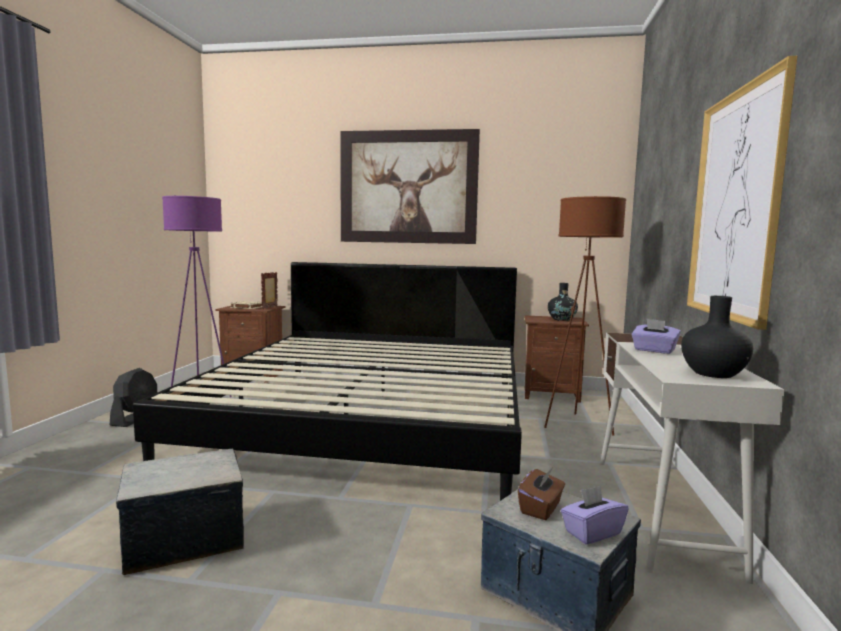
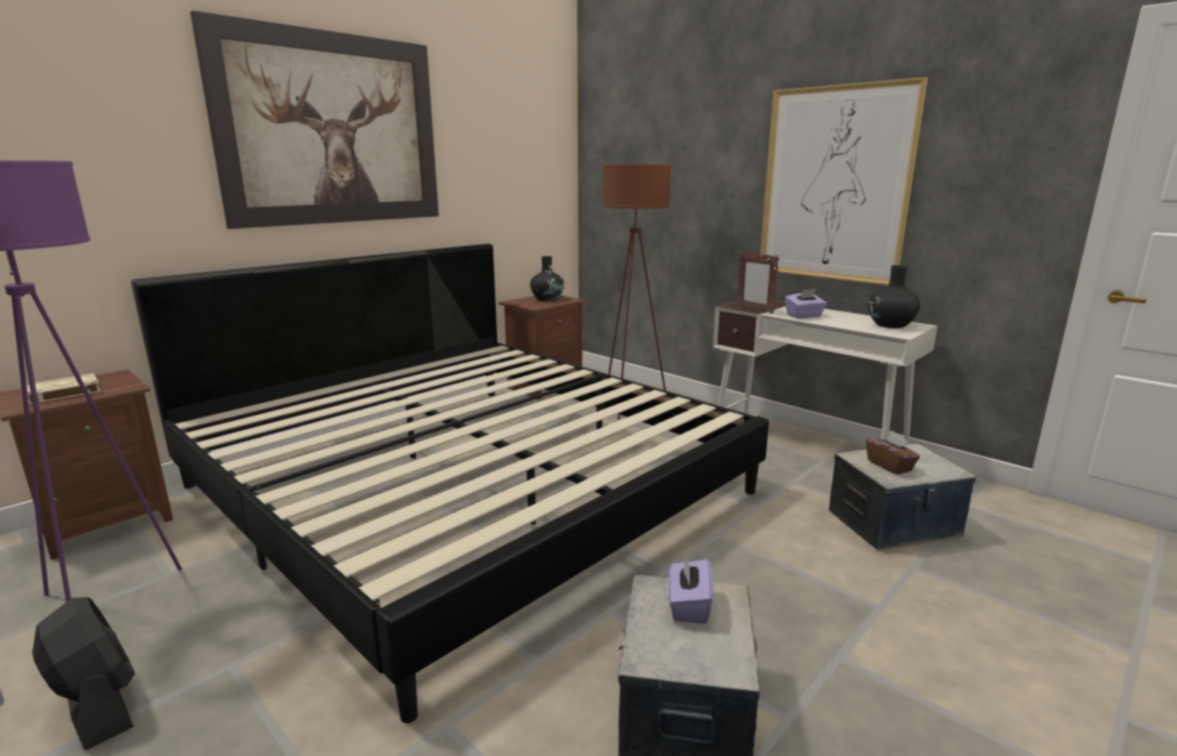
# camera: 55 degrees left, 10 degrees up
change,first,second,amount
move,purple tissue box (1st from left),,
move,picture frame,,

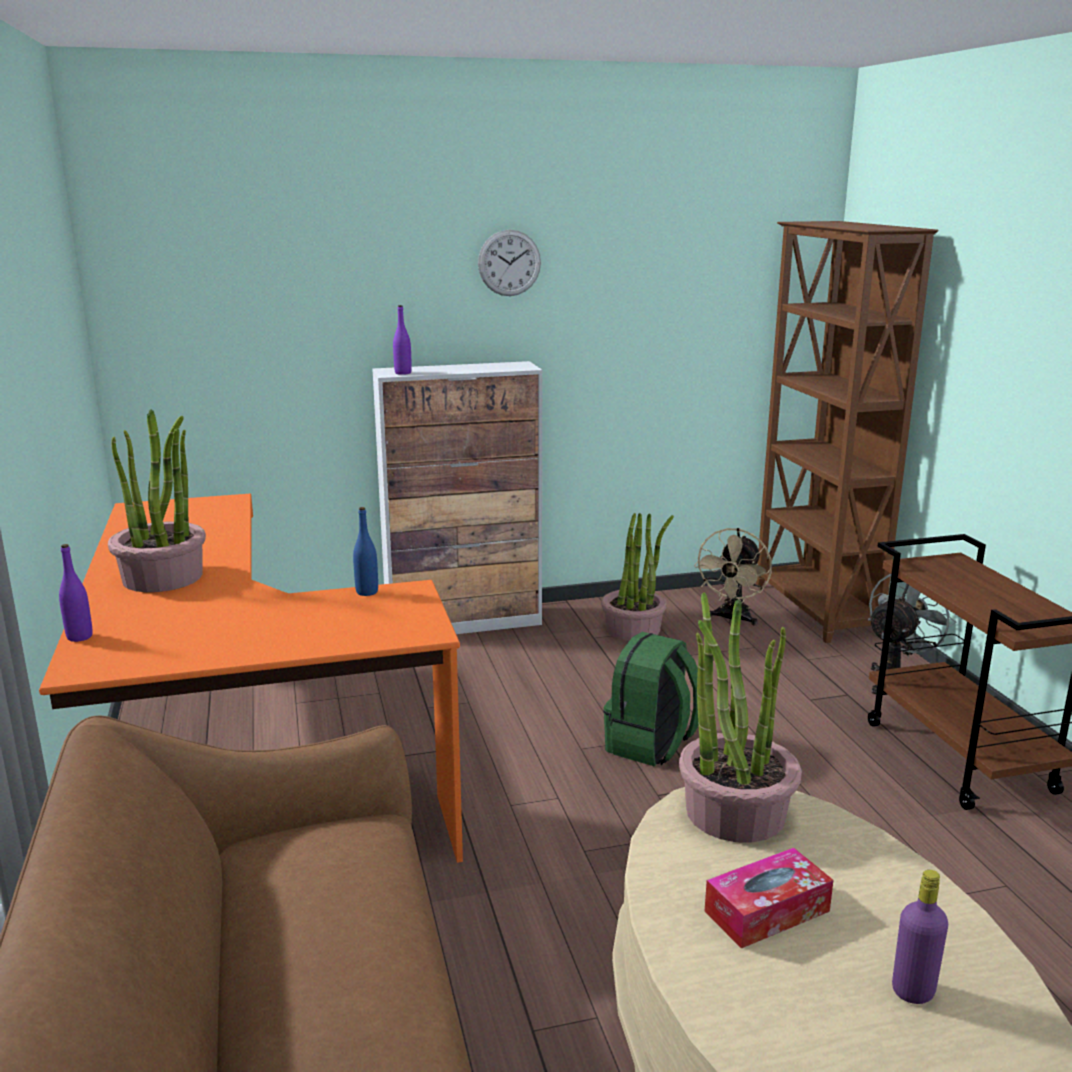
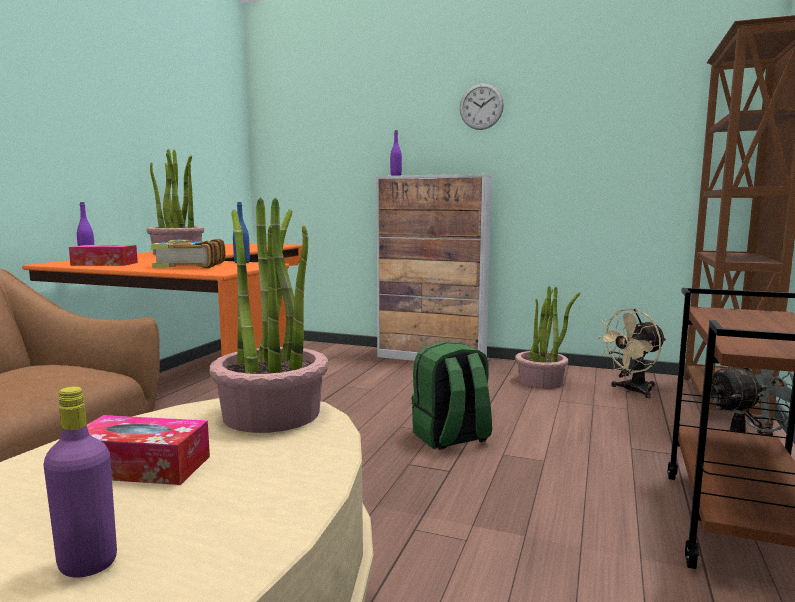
# camera: 35 degrees right, 10 degrees down
change,first,second,amount
insert,,tissue box (1st from left),
insert,,book,

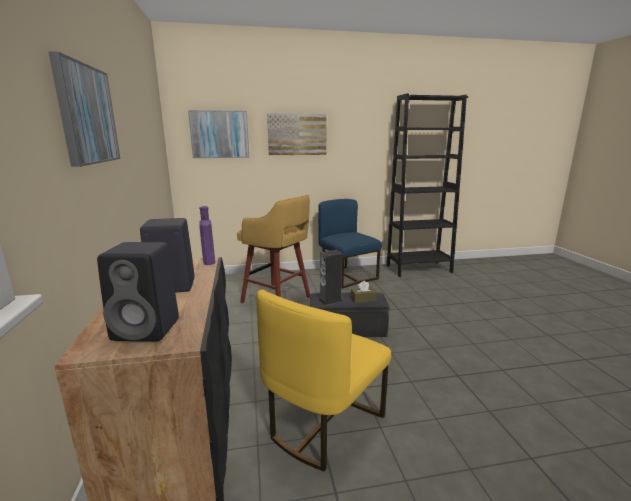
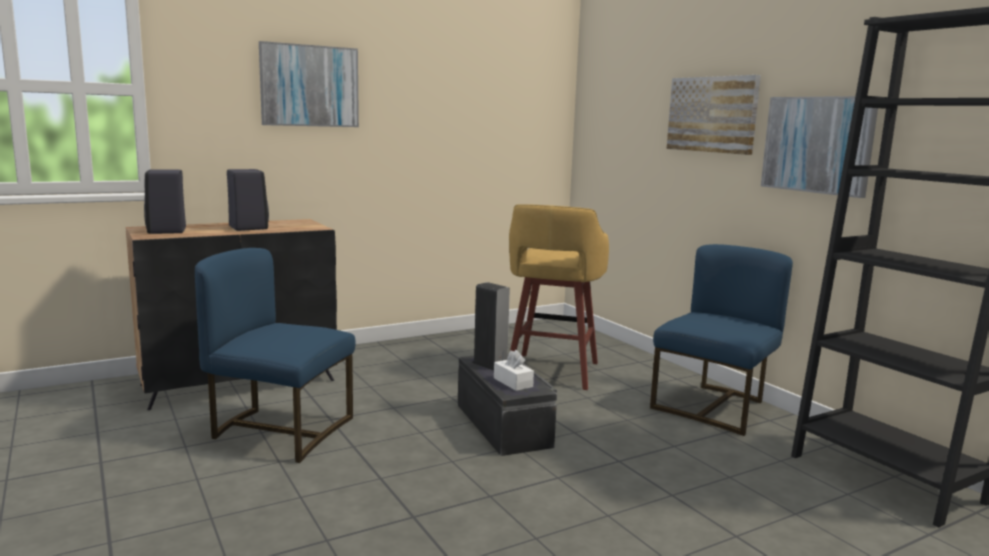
# camera: 70 degrees right, 5 degrees down
change,first,second,amount
recolor,yellow chair,blue chair (1st from left),
recolor,brown tissue box,white tissue box,
move,picture (2nd from left in the first image),picture (3rd from left),
delete,purple bottle,,

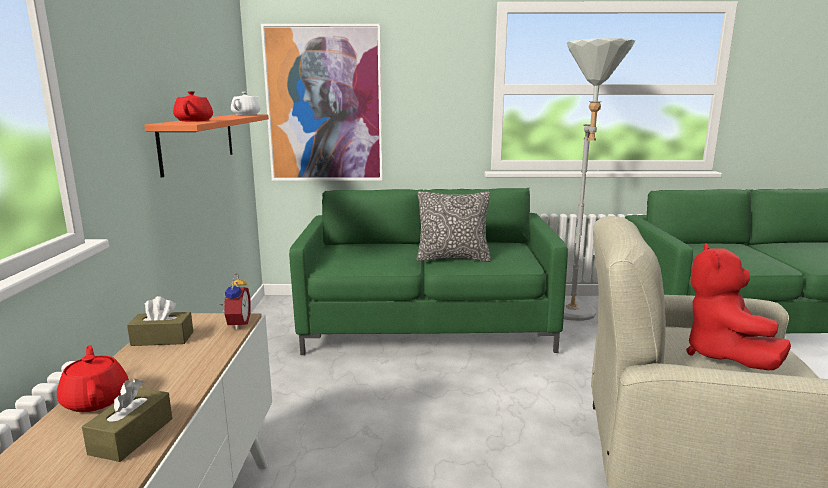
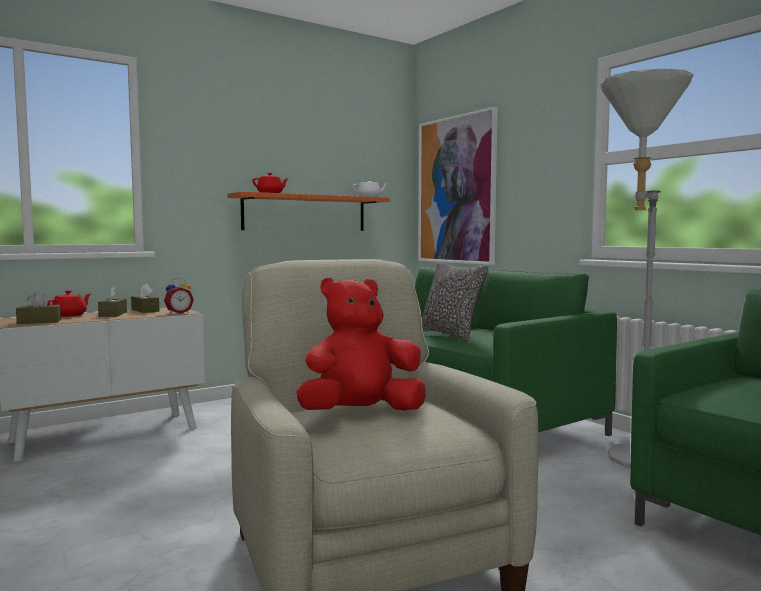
# camera: 55 degrees right, 10 degrees down
change,first,second,amount
insert,,brown tissue box (2nd from left),

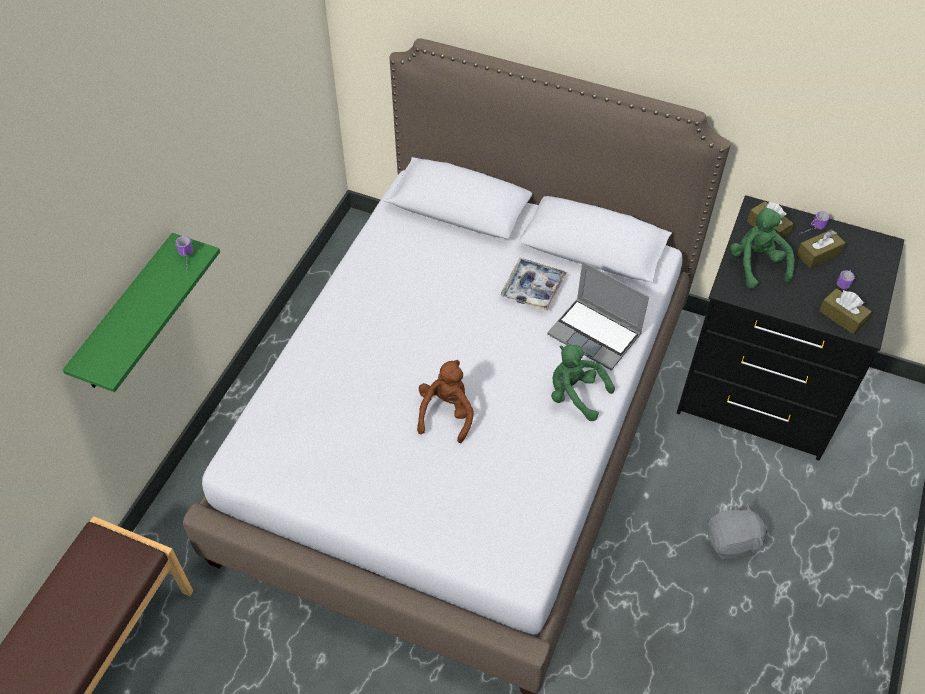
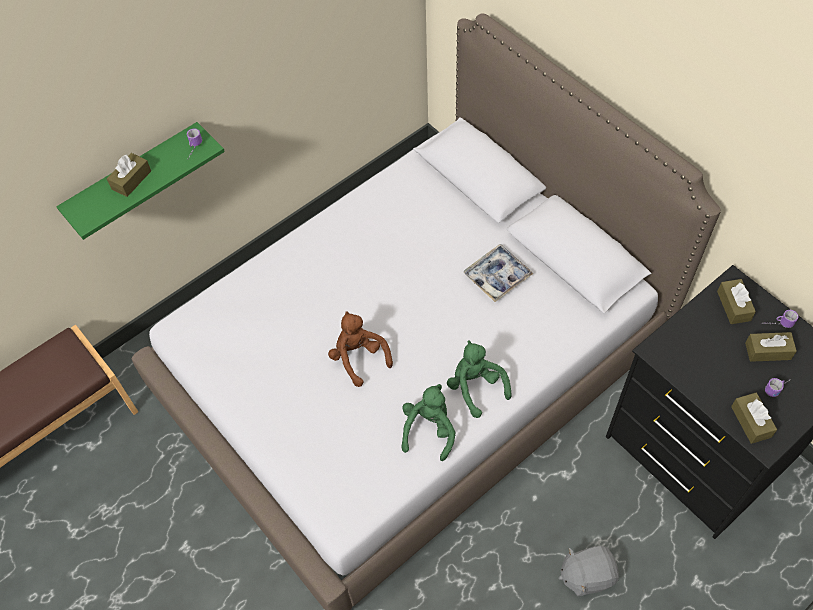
# camera: 30 degrees right, 5 degrees up
change,first,second,amount
insert,,brown tissue box (1st from left),
rotate,brown plush toy,,75 degrees counterclockwise
move,green plush toy (2nd from left in the first image),green plush toy (1st from left),
rotate,grey plush toy,,150 degrees clockwise
delete,laptop,,

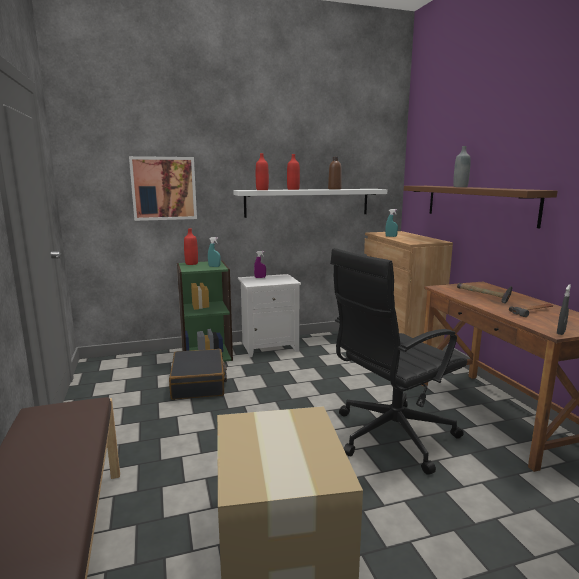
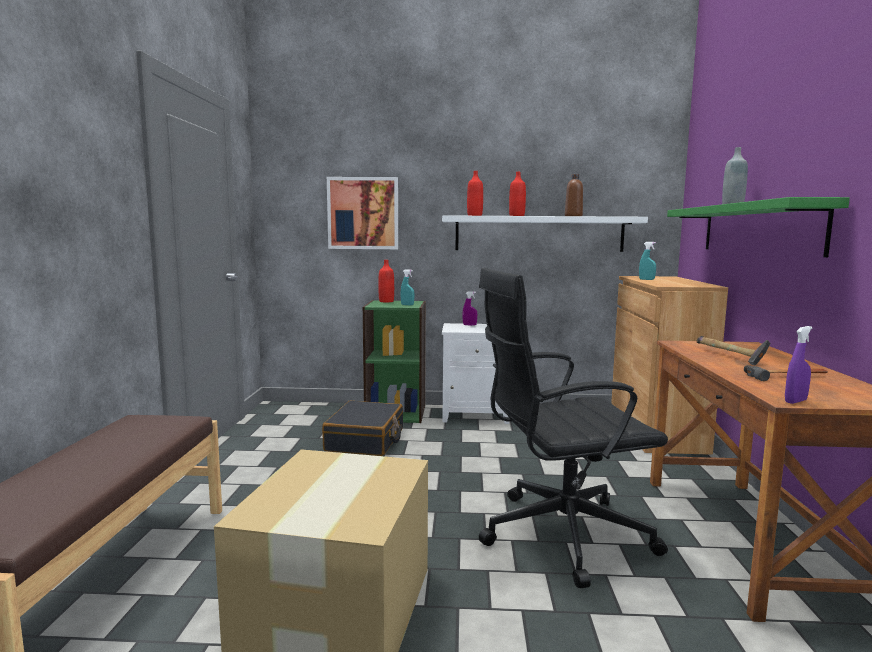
# camera: 20 degrees right, 5 degrees down
change,first,second,amount
recolor,brown shelf,green shelf,
recolor,grey spray bottle,purple spray bottle (2nd from left),

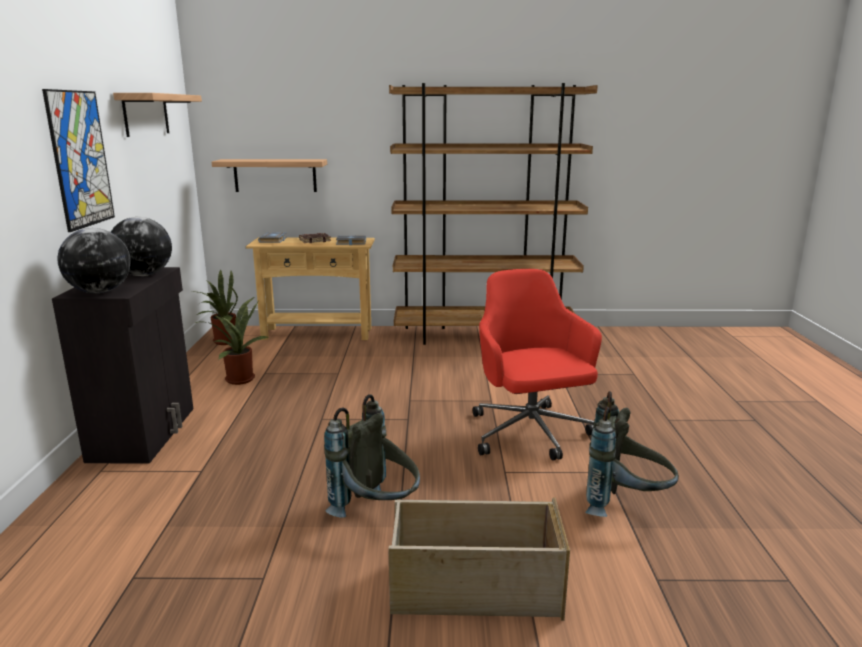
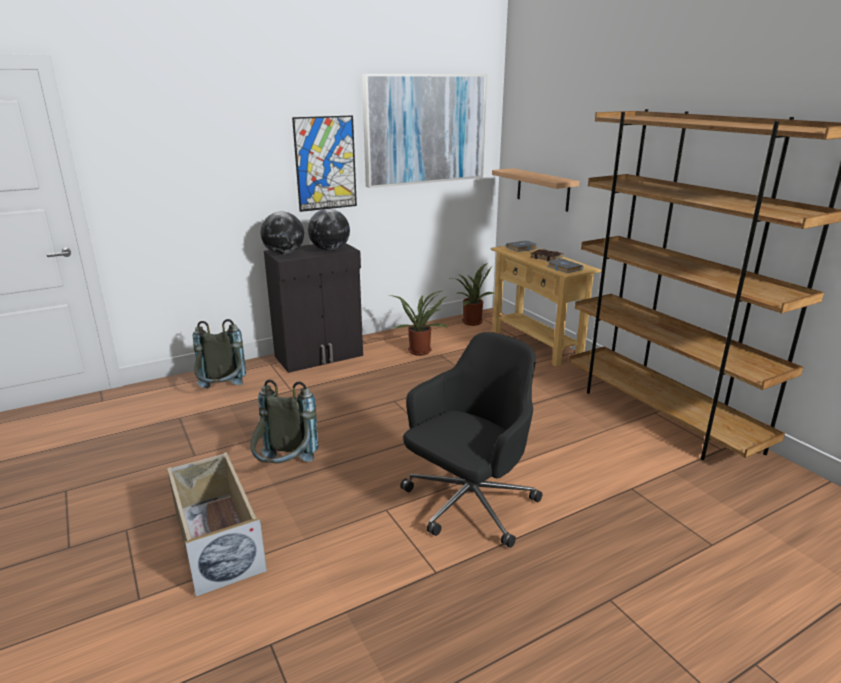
# camera: 60 degrees right, 5 degrees up
change,first,second,amount
move,grey backpack (2nd from left in the first image),grey backpack (1st from left),
replace,shelf (1st from left),picture (2nd from left),
recolor,red office chair,black office chair,

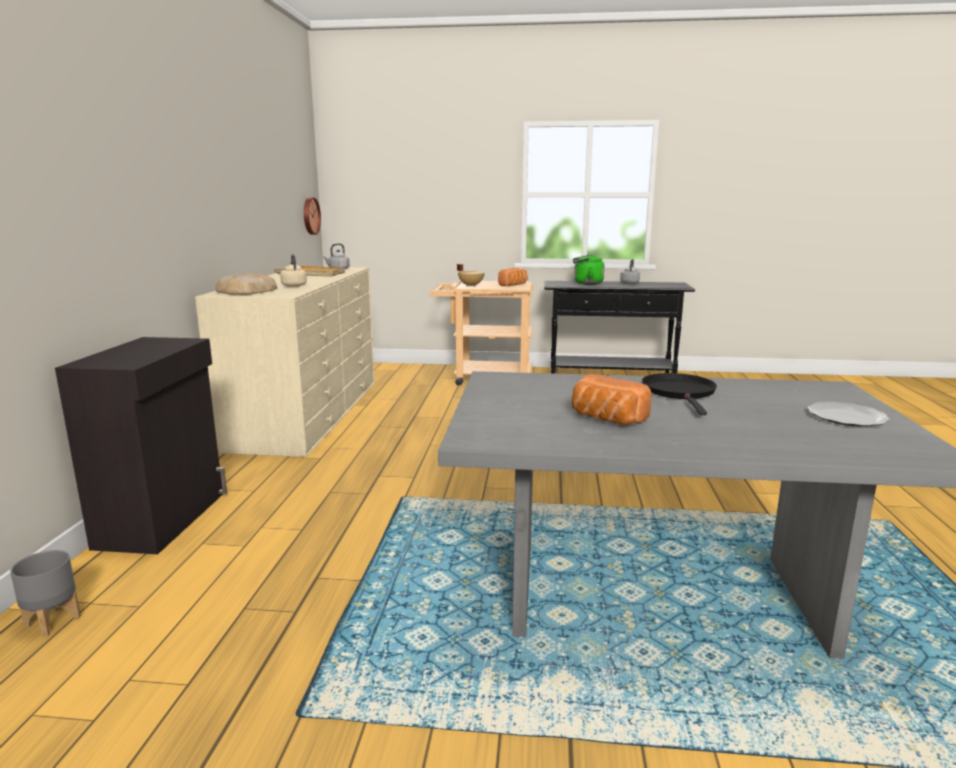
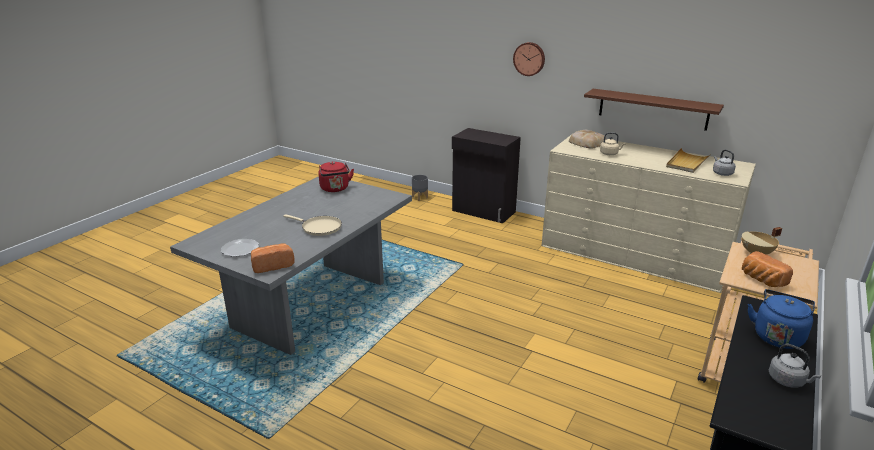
# camera: 115 degrees right, 10 degrees up
change,first,second,amount
move,bread (3rd from left in the first image),bread (1st from left),
recolor,black frying pan,beige frying pan,
insert,,red kettle,
move,wall clock,,
insert,,brown shelf,
recolor,green kettle,blue kettle,

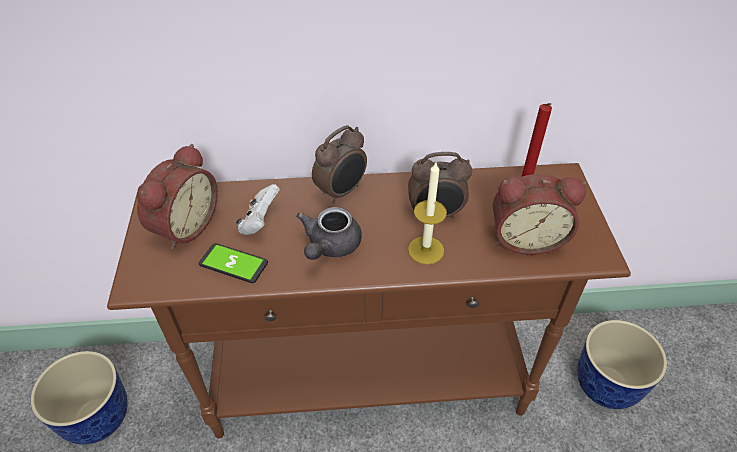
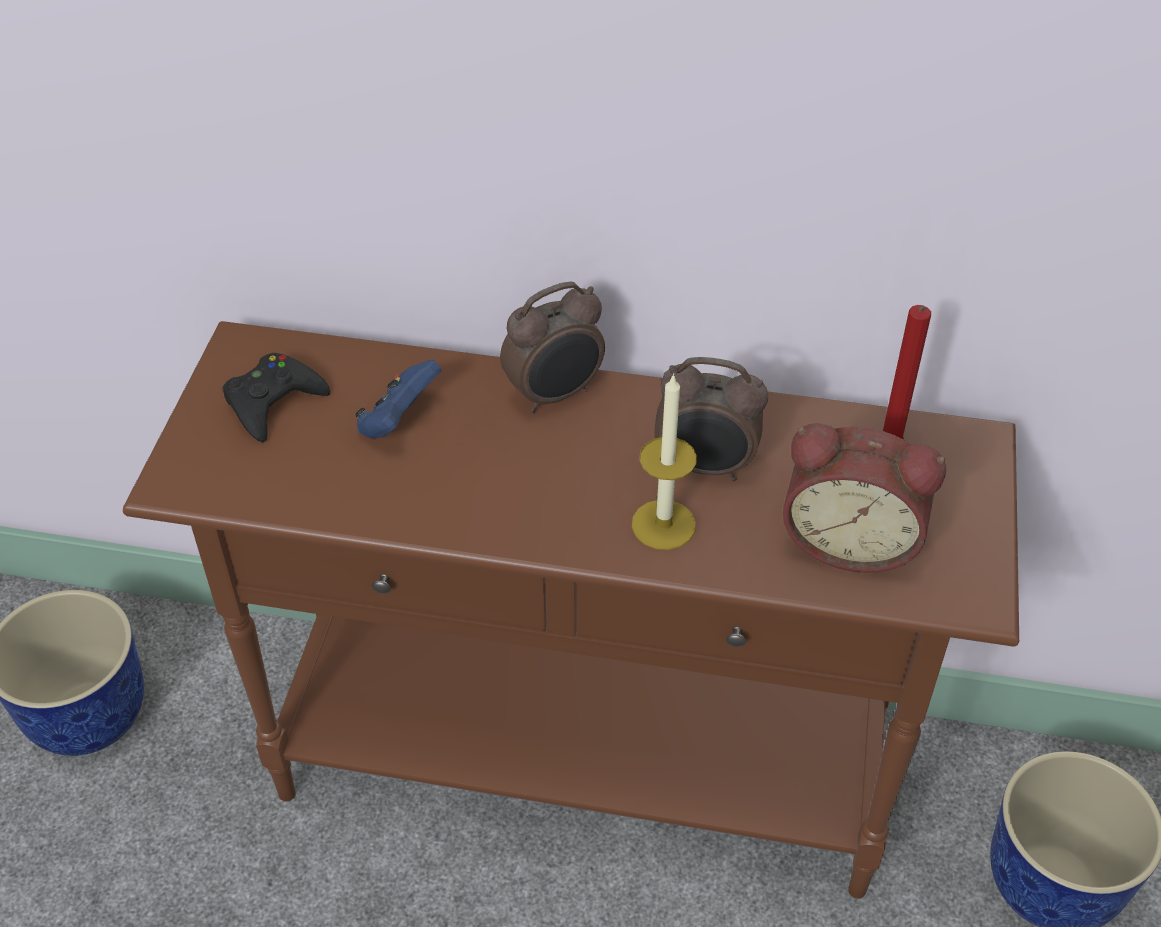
# camera: 15 degrees right, 0 degrees up
change,first,second,amount
replace,alarm clock (1st from left),black game controller,
recolor,white game controller,blue game controller,
delete,phone,,
delete,grey teapot,,

